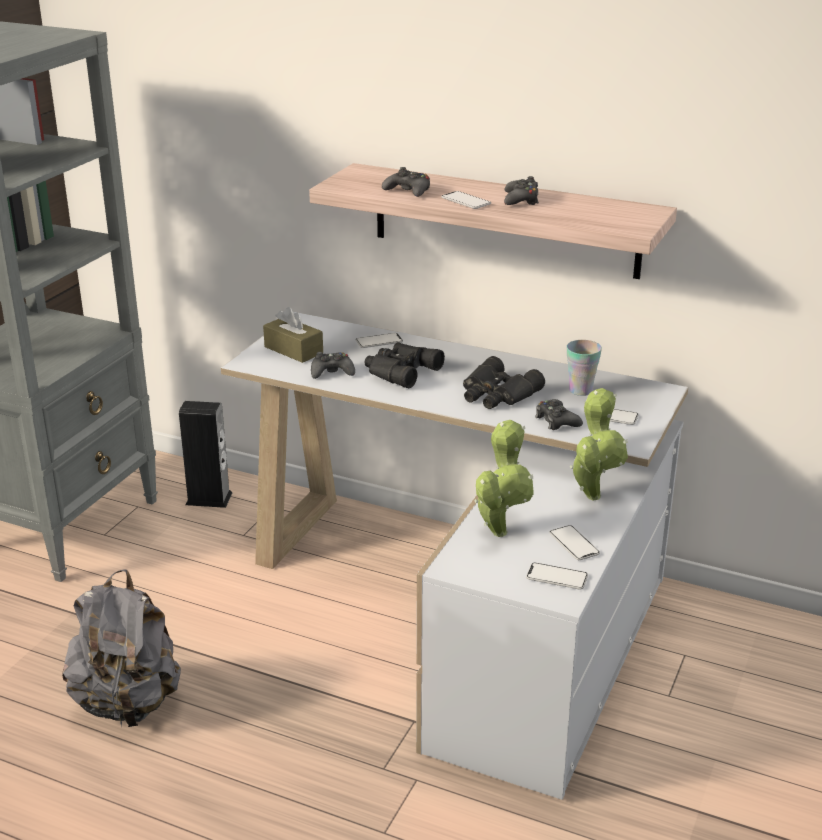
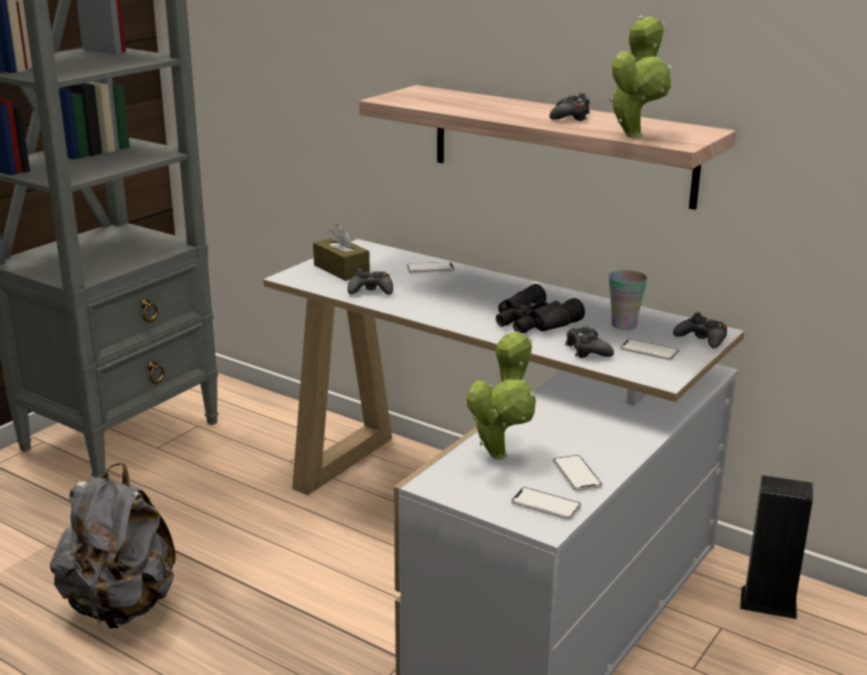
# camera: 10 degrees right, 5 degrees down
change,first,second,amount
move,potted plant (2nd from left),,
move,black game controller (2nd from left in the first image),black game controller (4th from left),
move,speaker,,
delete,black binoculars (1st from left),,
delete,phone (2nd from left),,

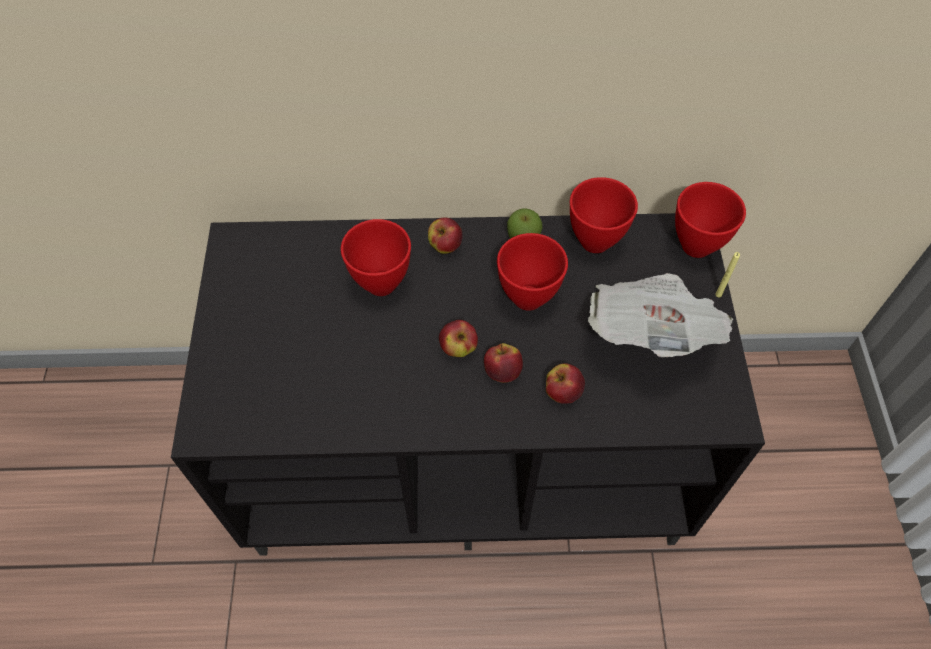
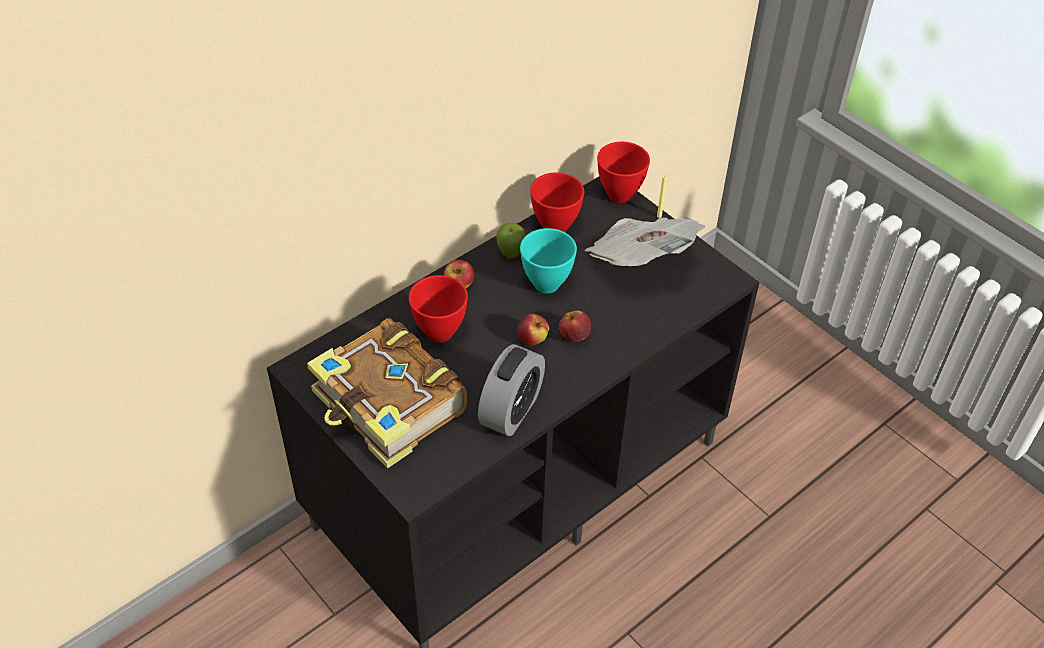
# camera: 40 degrees left, 10 degrees down
change,first,second,amount
insert,,book,
insert,,alarm clock,
recolor,red bowl (2nd from left),turquoise bowl,
delete,apple (5th from left),,

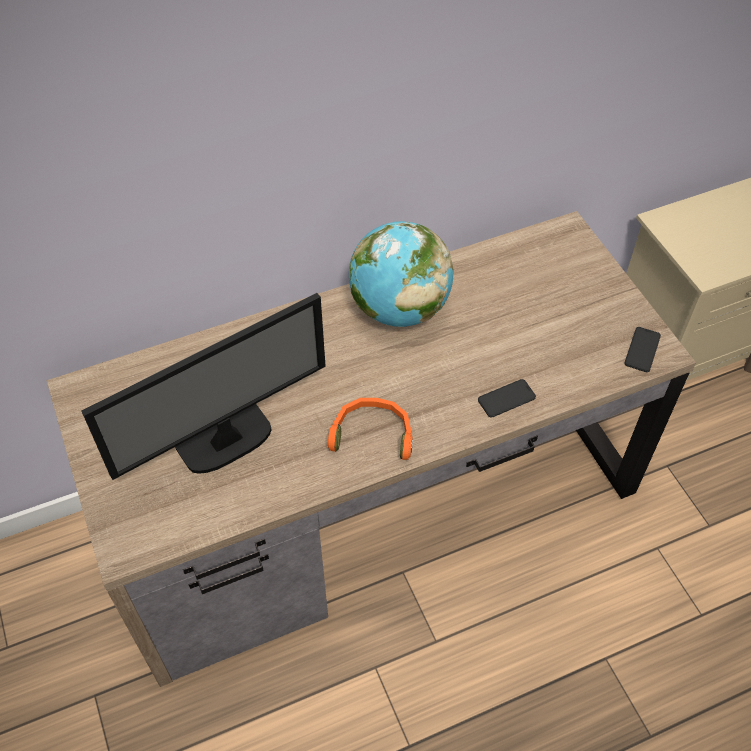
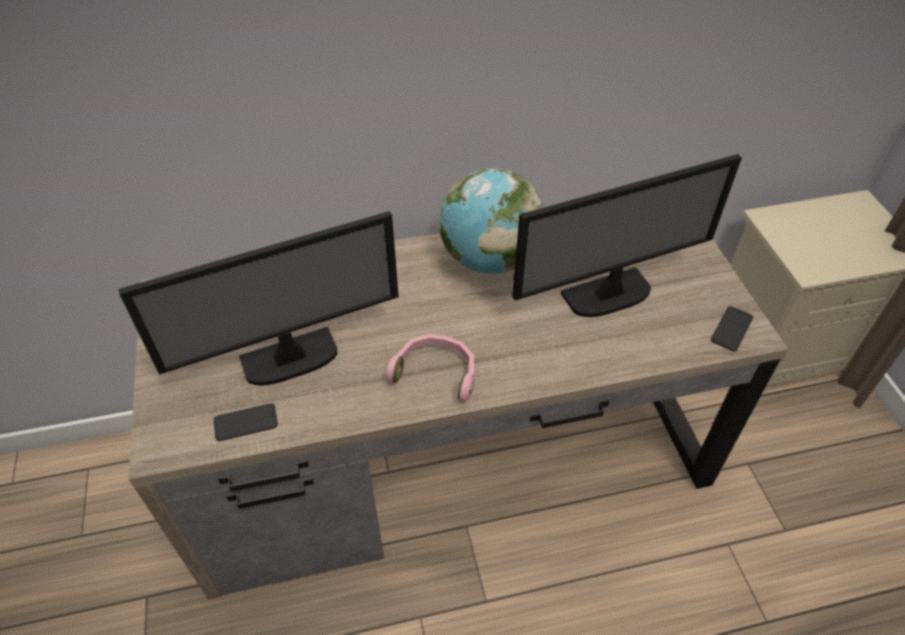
# camera: 10 degrees right, 5 degrees down
change,first,second,amount
move,phone (1st from left),,
recolor,orange headphones,pink headphones,
insert,,monitor (2nd from left),

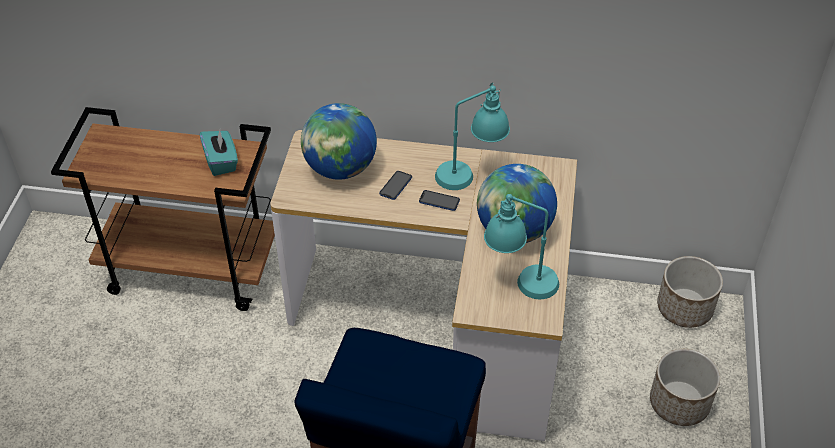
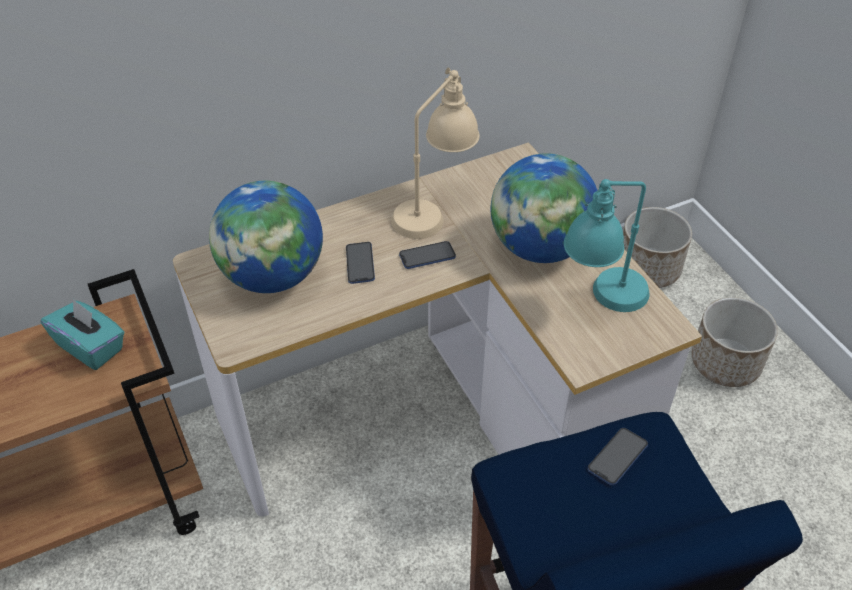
# camera: 35 degrees left, 0 degrees up
change,first,second,amount
recolor,turquoise table lamp (1st from left),beige table lamp,
insert,,phone (3rd from left),

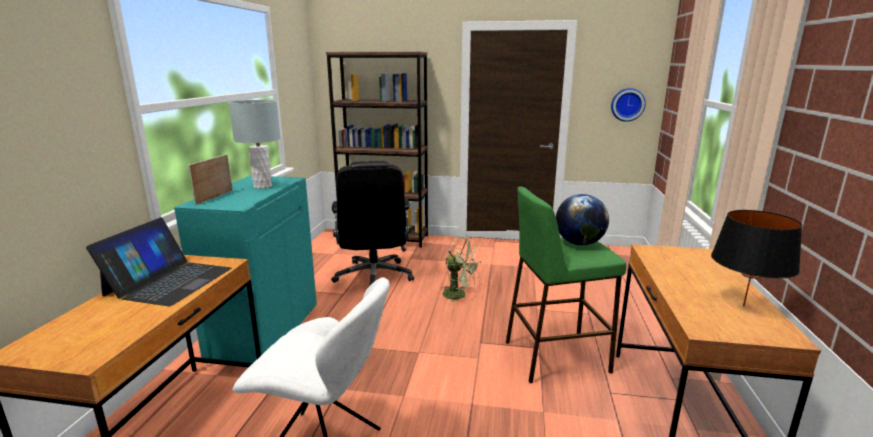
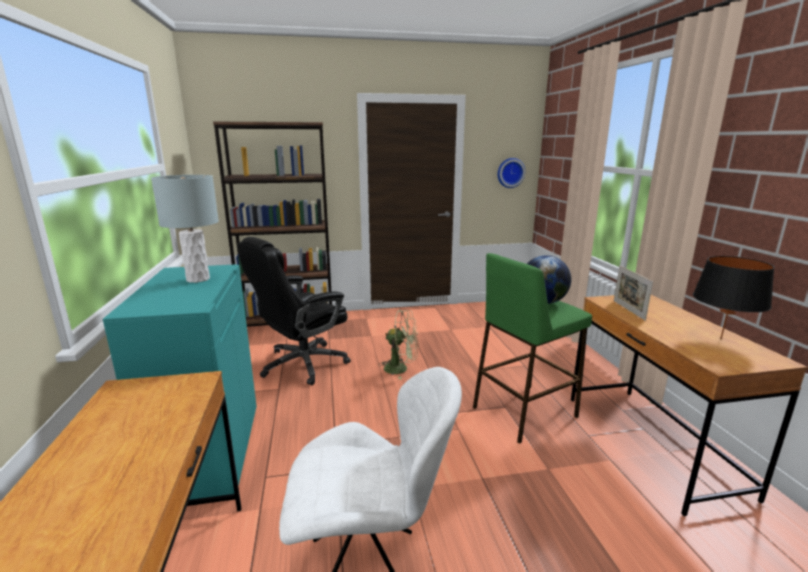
# camera: 20 degrees left, 0 degrees up
change,first,second,amount
rotate,black office chair,,75 degrees clockwise
move,picture frame,,
delete,laptop,,

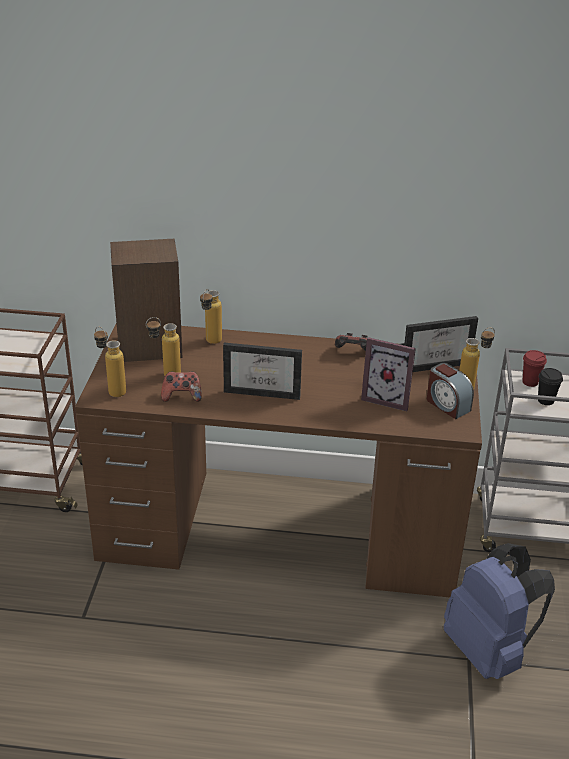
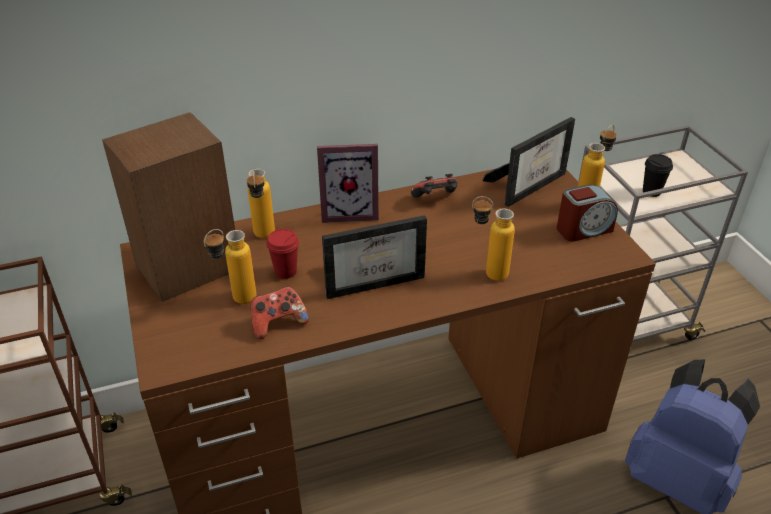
# camera: 25 degrees left, 5 degrees up
change,first,second,amount
move,red cup,,
move,picture frame (2nd from left in the first image),picture frame (1st from left),
move,bottle (1st from left in the first image),bottle (3rd from left),
rotate,alarm clock,,45 degrees counterclockwise

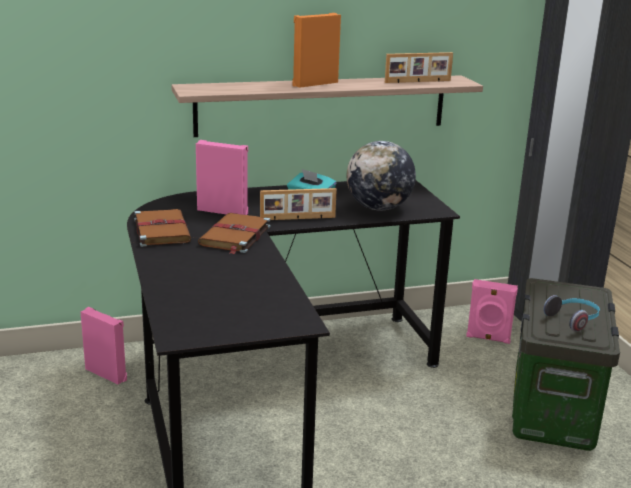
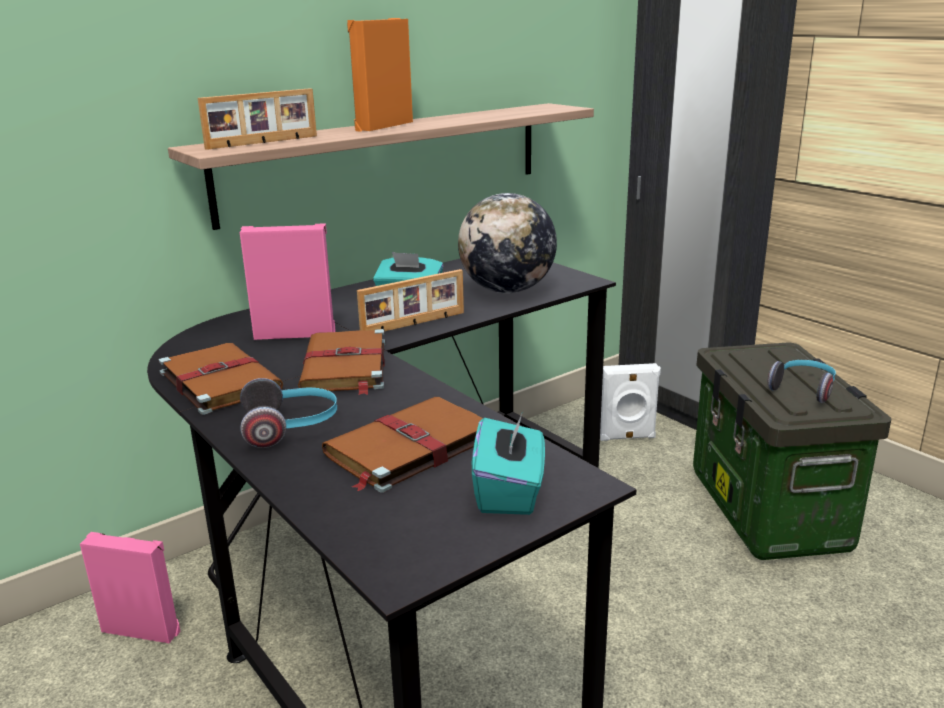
# camera: 20 degrees left, 0 degrees up
change,first,second,amount
move,picture frame (2nd from left in the first image),picture frame (1st from left),
insert,,headphones (1st from left),
insert,,brown book (3rd from left),
insert,,turquoise tissue box (2nd from left),
recolor,pink speaker (3rd from left),white speaker,

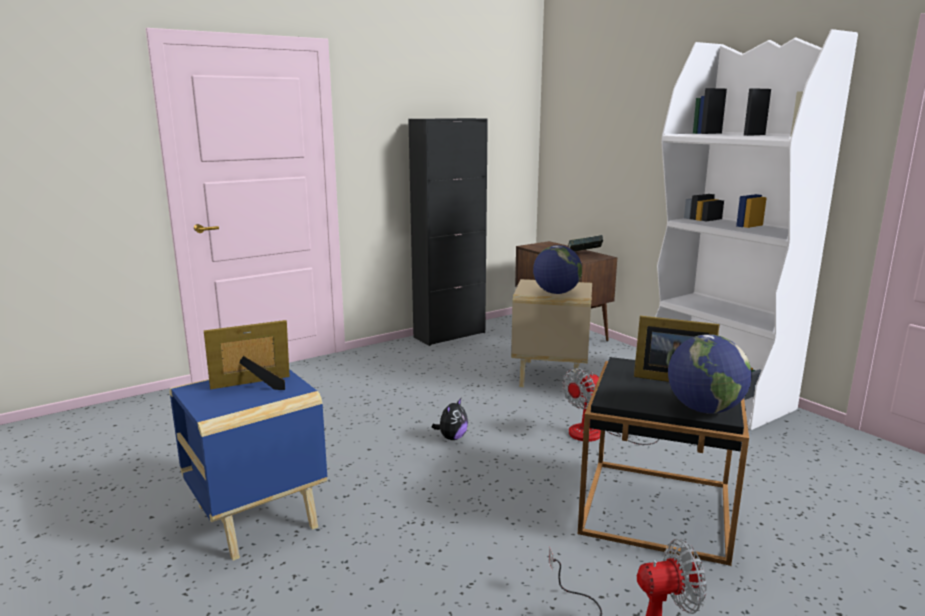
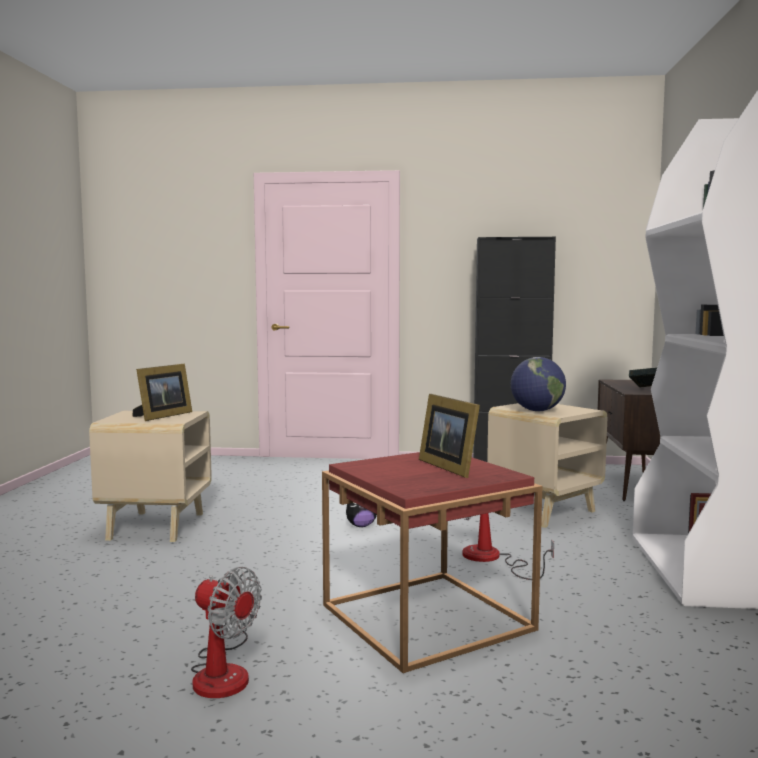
# camera: 40 degrees right, 10 degrees down
change,first,second,amount
recolor,blue side table,beige side table (1st from left),
rotate,picture frame (1st from left),,105 degrees clockwise
recolor,black side table,red side table,
delete,globe (2nd from left),,

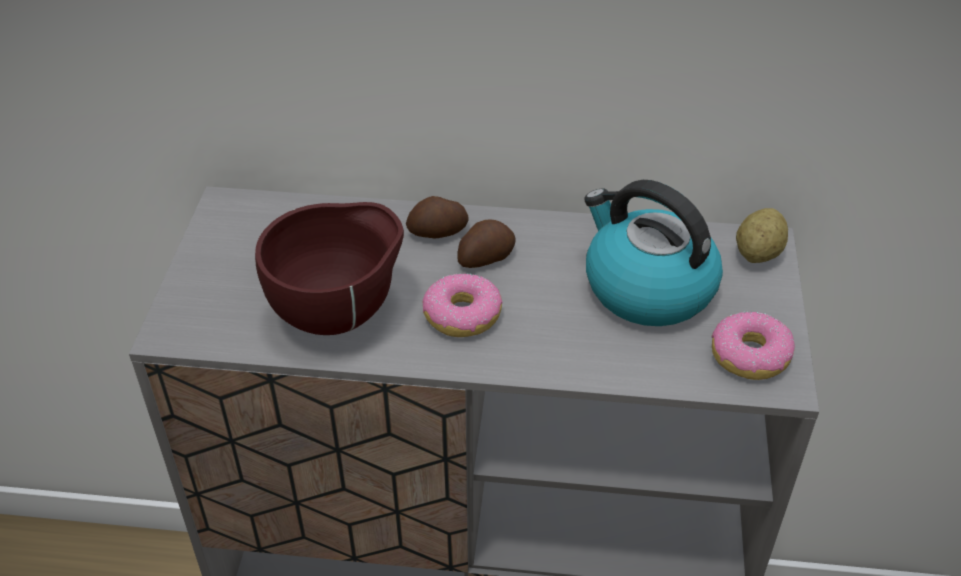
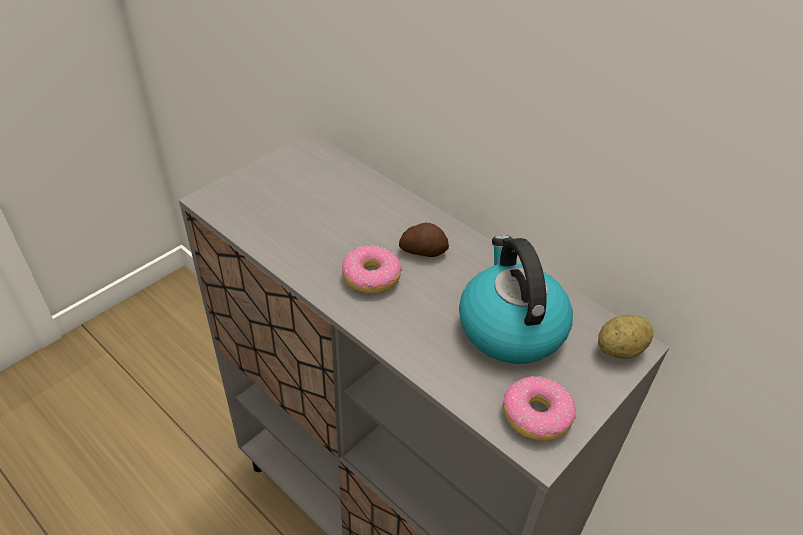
# camera: 35 degrees right, 0 degrees up
change,first,second,amount
delete,brown bowl,,
delete,potato (1st from left),,

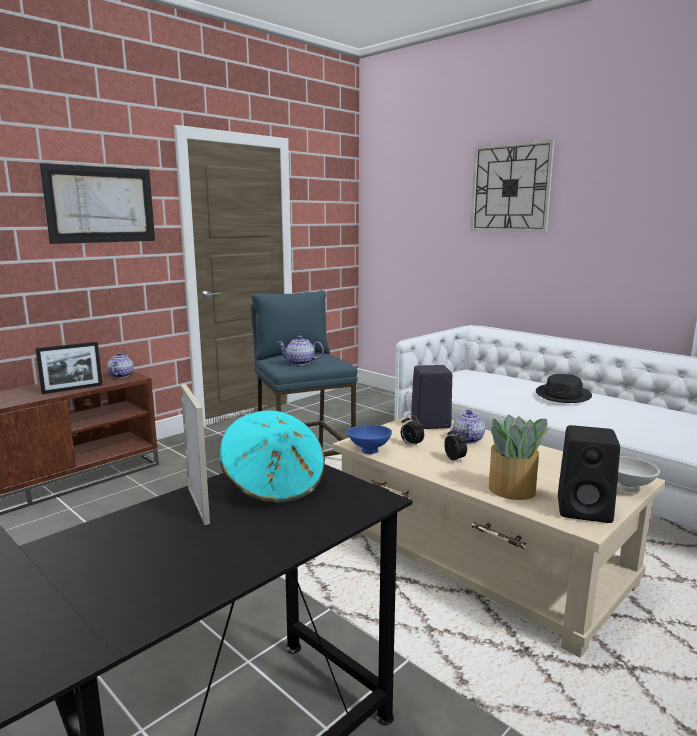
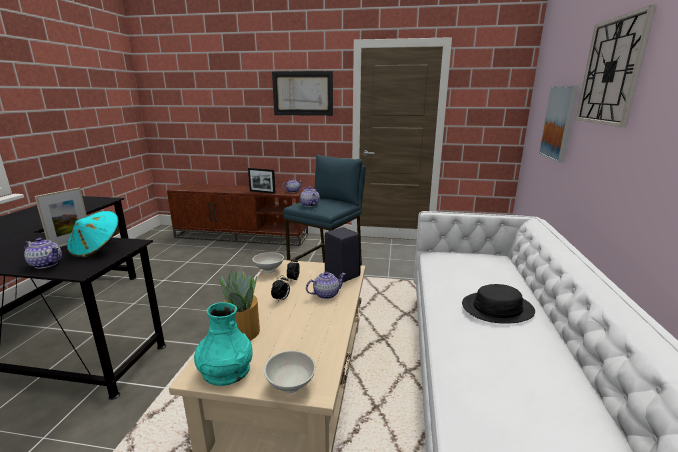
# camera: 55 degrees right, 5 degrees up
change,first,second,amount
insert,,teapot (1st from left),
replace,black speaker (2nd from left),turquoise vase,
recolor,blue bowl,white bowl (1st from left),
insert,,picture (2nd from left),

